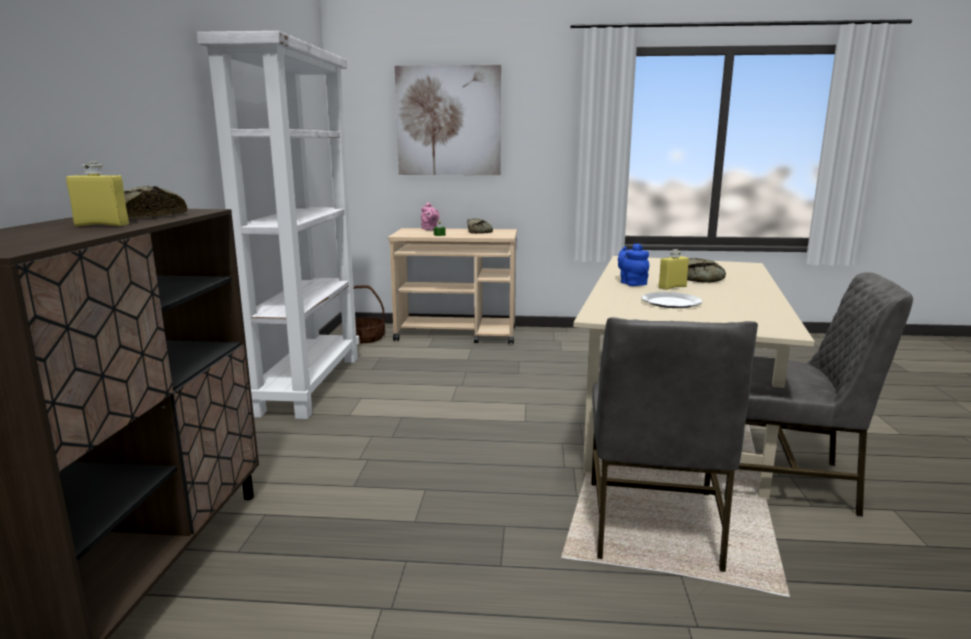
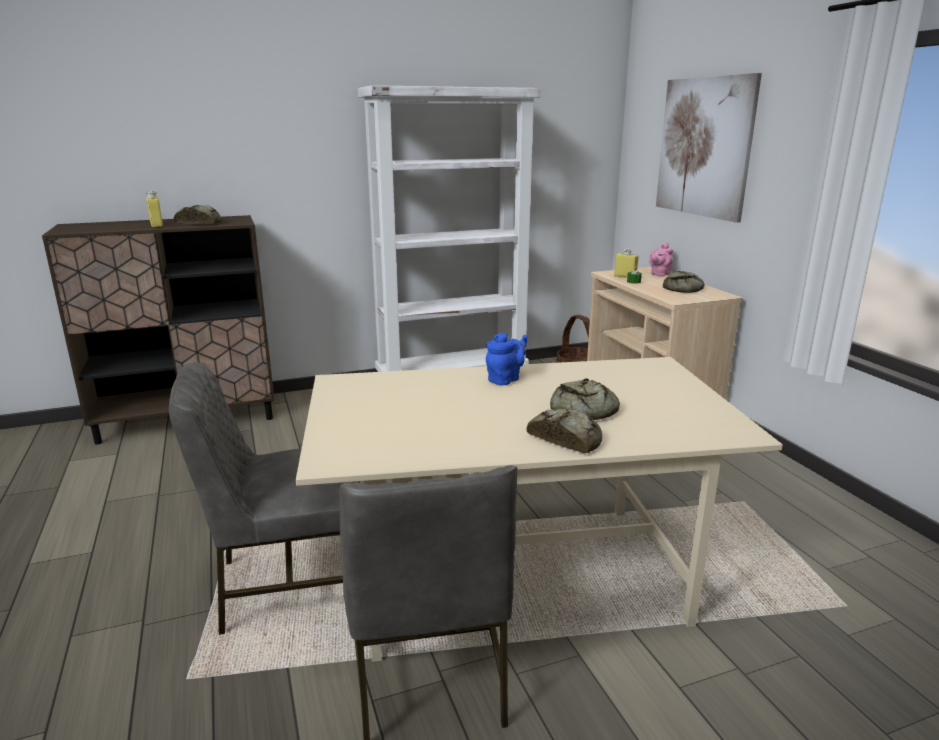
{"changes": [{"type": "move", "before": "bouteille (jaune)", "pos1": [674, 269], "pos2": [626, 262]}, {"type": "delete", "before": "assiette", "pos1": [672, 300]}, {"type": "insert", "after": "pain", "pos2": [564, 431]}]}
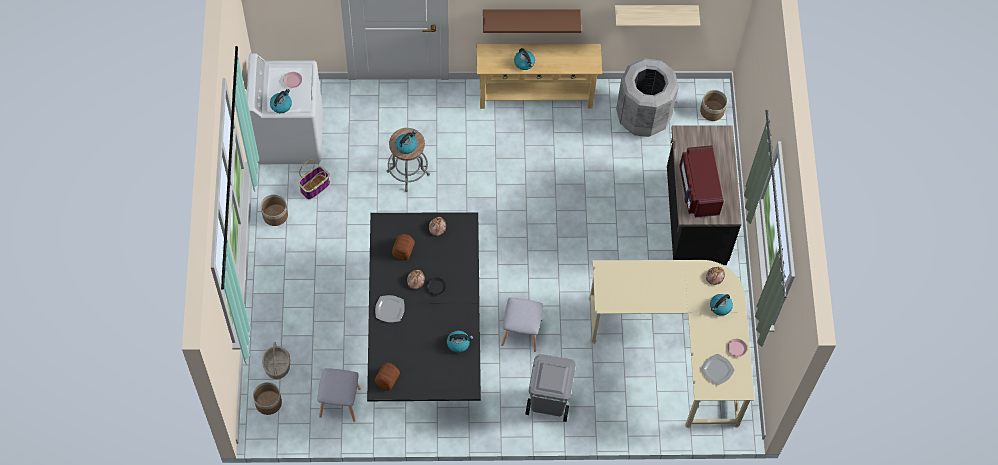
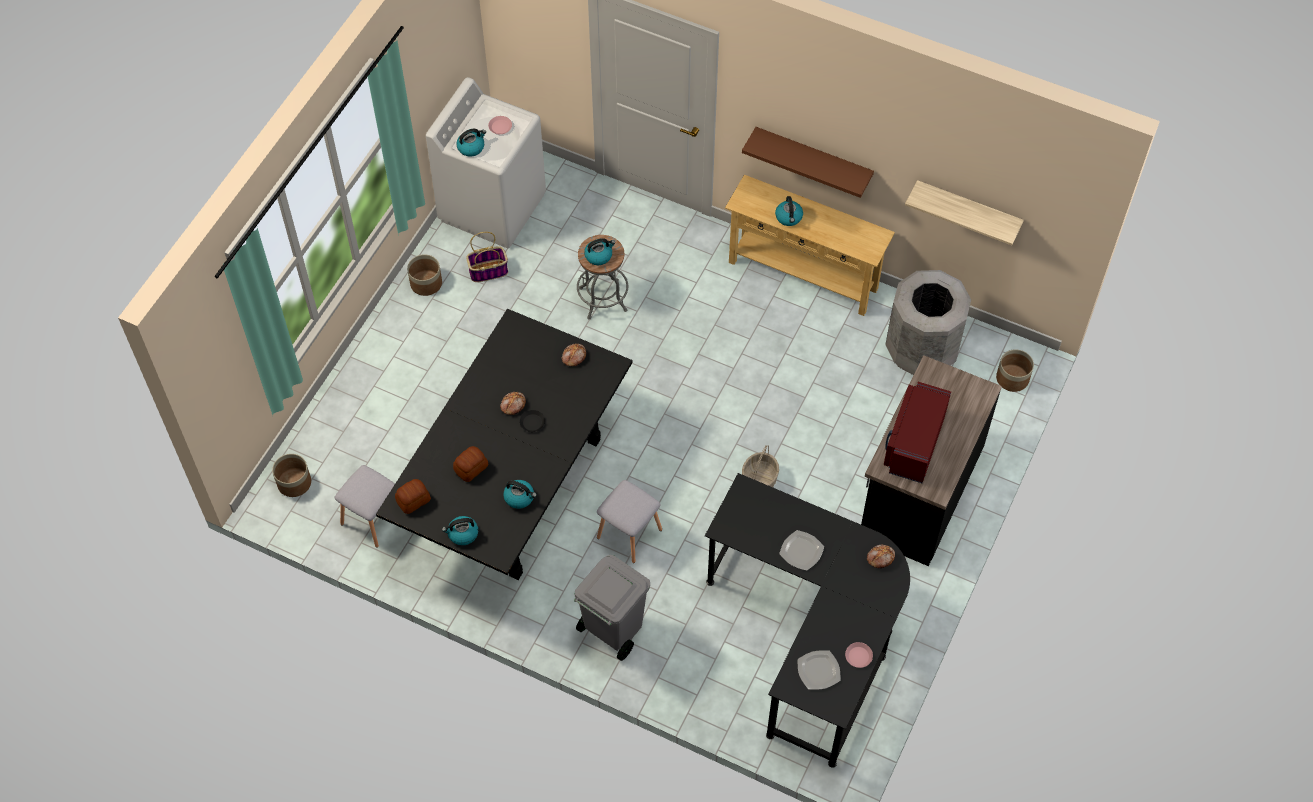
{"changes": [{"type": "move", "before": "pain", "pos1": [403, 247], "pos2": [470, 464]}, {"type": "recolor", "before": "bureau (beige)", "after": "bureau (noir)", "pos1": [671, 344], "pos2": [807, 620]}, {"type": "move", "before": "bouilloire", "pos1": [721, 305], "pos2": [460, 530]}, {"type": "move", "before": "assiette", "pos1": [390, 308], "pos2": [801, 550]}, {"type": "move", "before": "panier", "pos1": [276, 360], "pos2": [760, 466]}]}
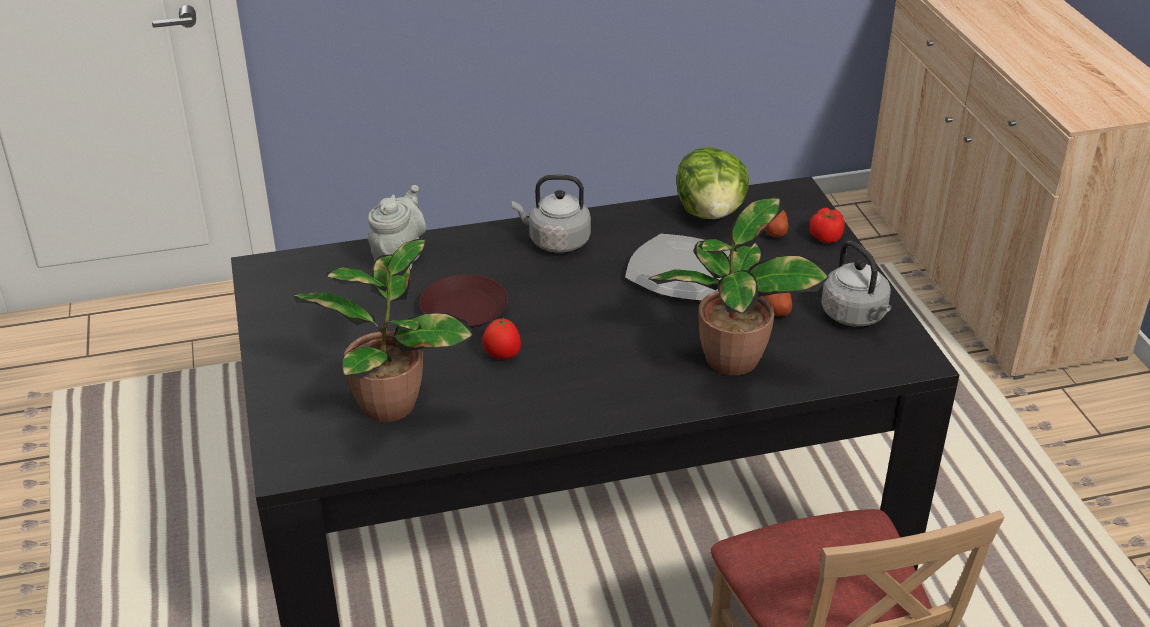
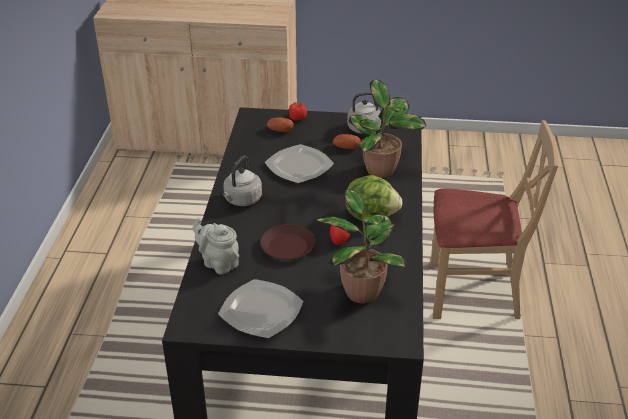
{"changes": [{"type": "move", "before": "laitue", "pos1": [713, 183], "pos2": [374, 197]}, {"type": "insert", "after": "assiette", "pos2": [260, 308]}]}
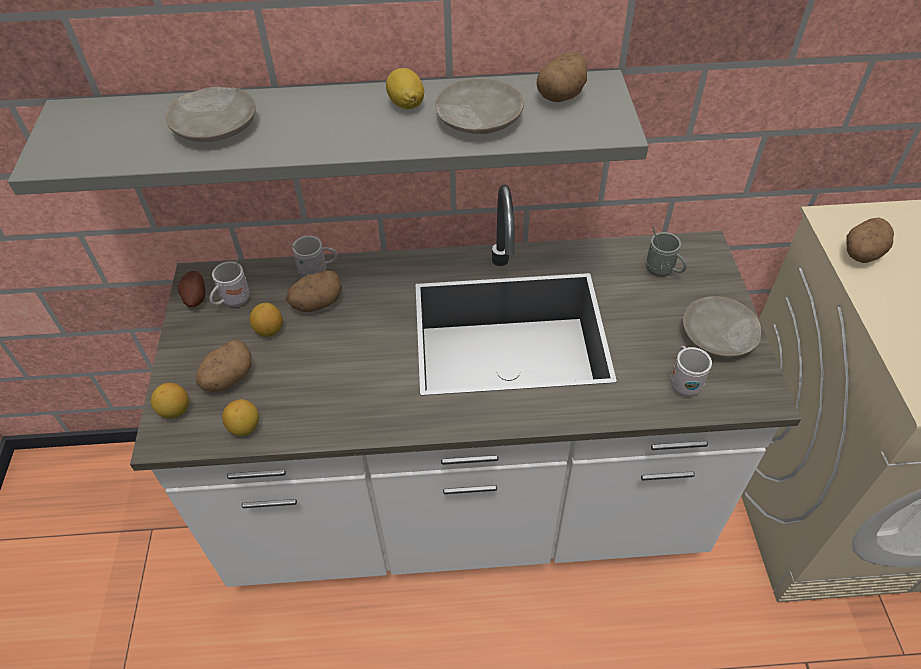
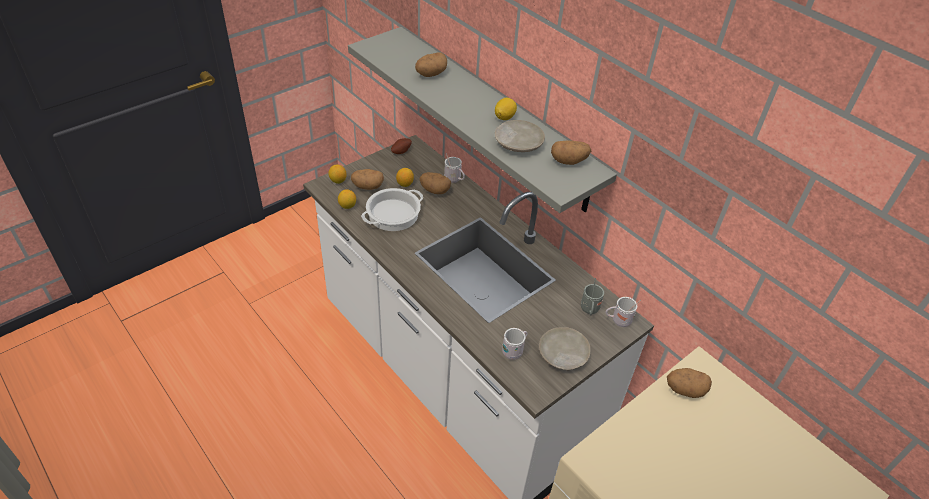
{"changes": [{"type": "replace", "before": "assiette (beige)", "after": "pomme de terre", "pos1": [210, 114], "pos2": [431, 64]}, {"type": "move", "before": "mug (blanc)", "pos1": [230, 280], "pos2": [623, 312]}, {"type": "insert", "after": "marmite", "pos2": [392, 209]}]}
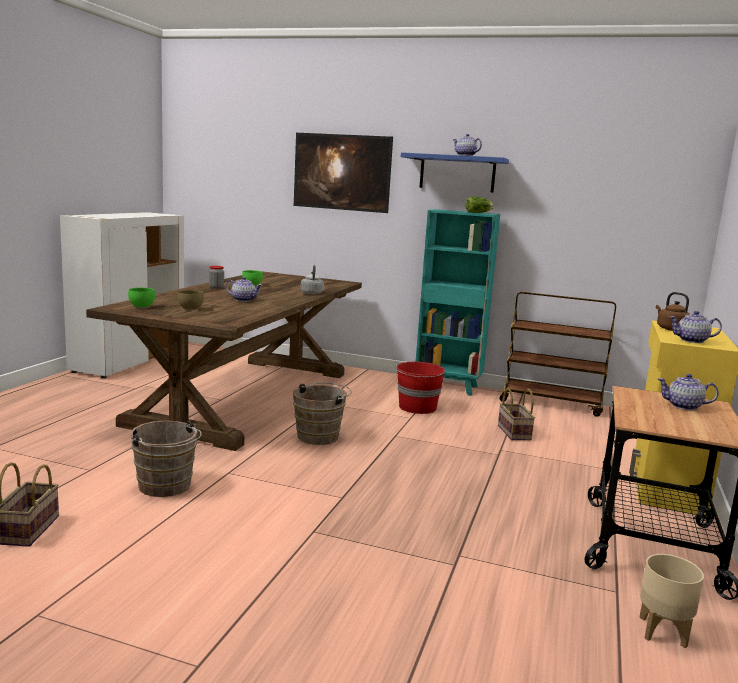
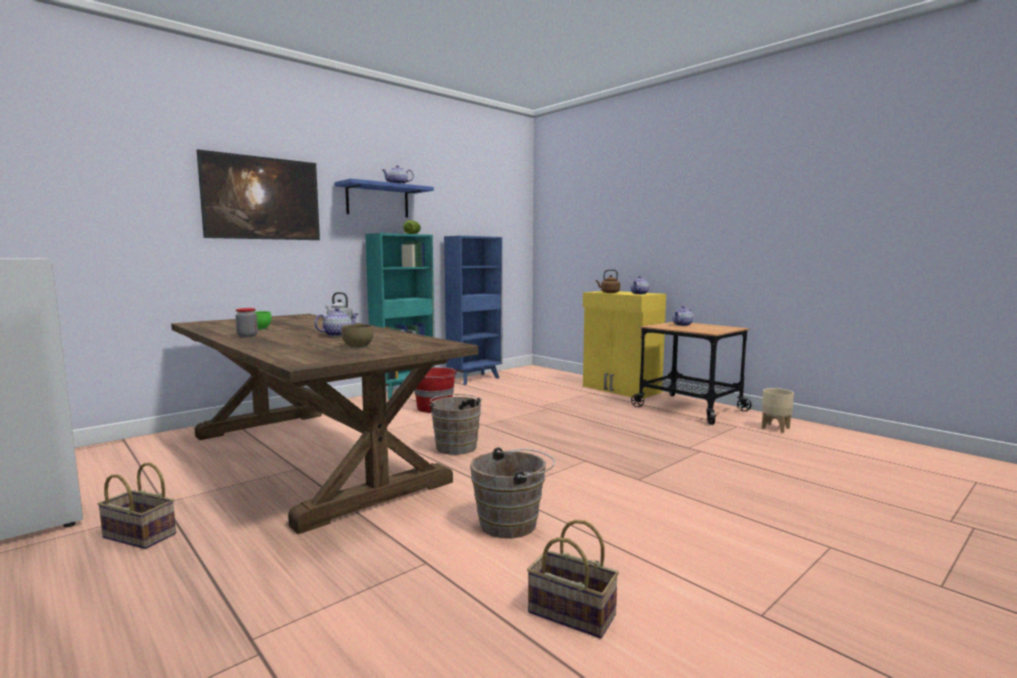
{"changes": [{"type": "delete", "before": "bol (vert)", "pos1": [141, 298]}, {"type": "replace", "before": "chariot (marron)", "after": "bibliothèque (bleu)", "pos1": [557, 354], "pos2": [473, 310]}, {"type": "move", "before": "panier", "pos1": [516, 414], "pos2": [137, 506]}]}
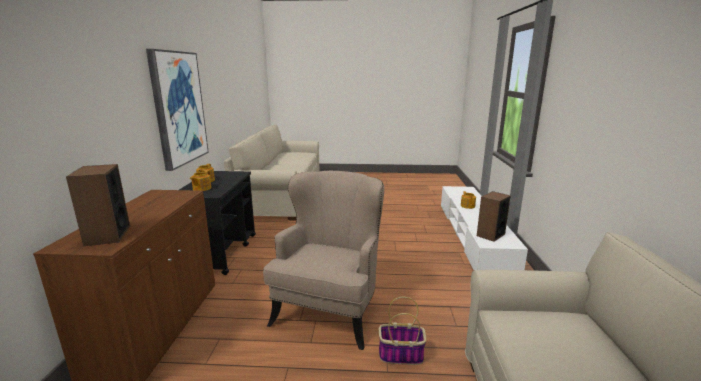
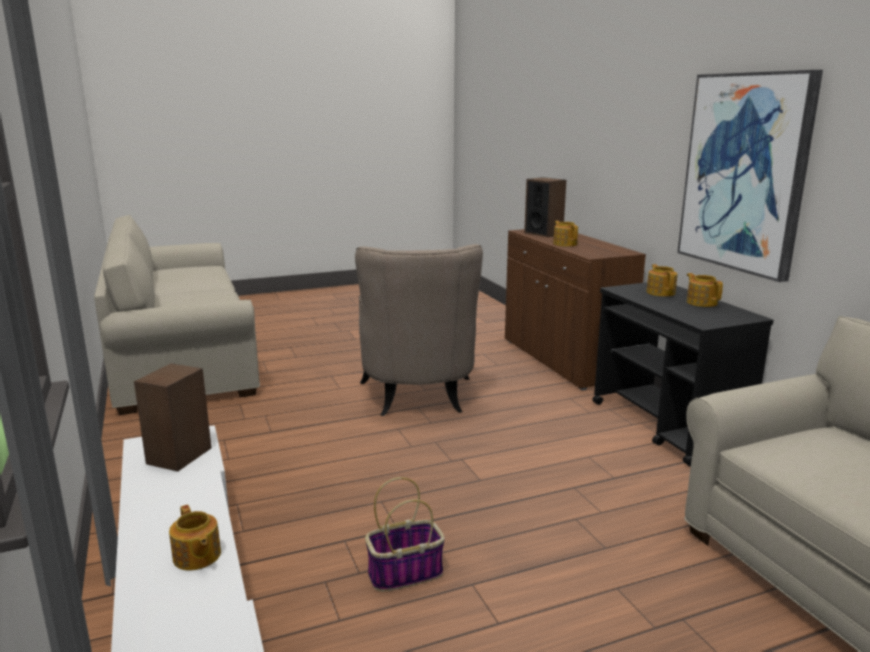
{"changes": [{"type": "move", "before": "panier", "pos1": [402, 331], "pos2": [405, 534]}, {"type": "insert", "after": "théière", "pos2": [565, 234]}]}
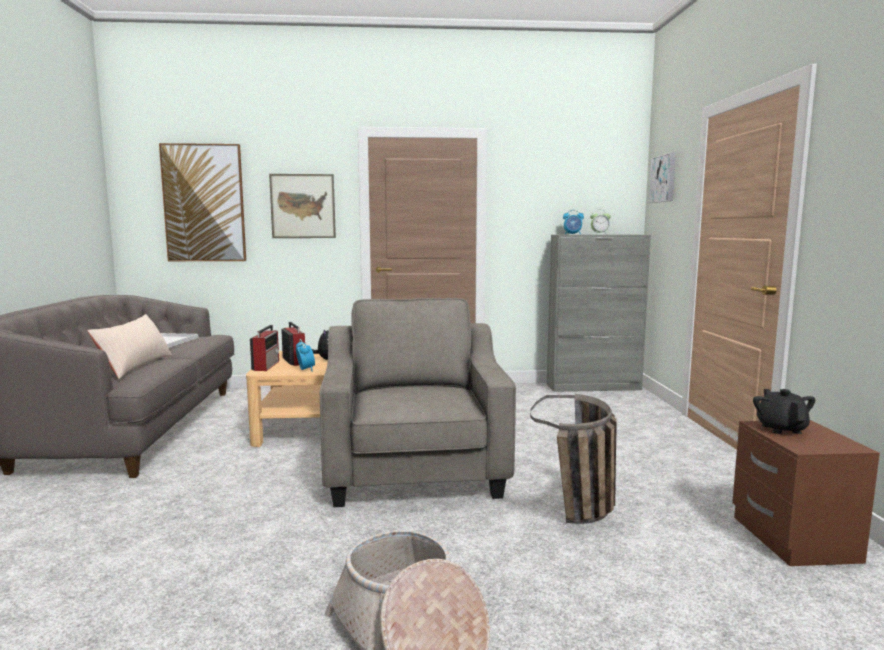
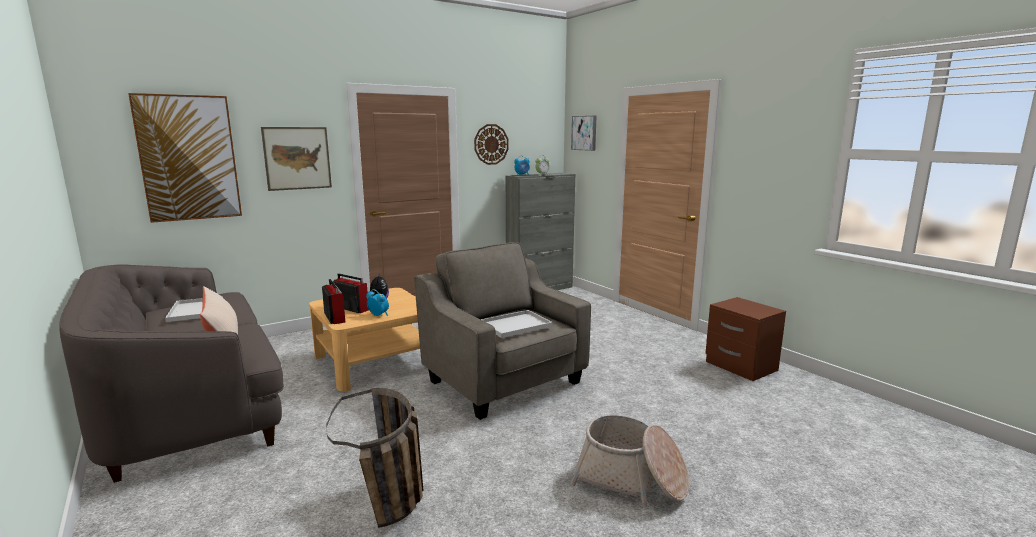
{"changes": [{"type": "delete", "before": "théière (noir)", "pos1": [784, 411]}, {"type": "move", "before": "panier", "pos1": [573, 459], "pos2": [375, 458]}, {"type": "insert", "after": "horloge murale", "pos2": [491, 144]}, {"type": "insert", "after": "plateau (blanc)", "pos2": [516, 324]}]}
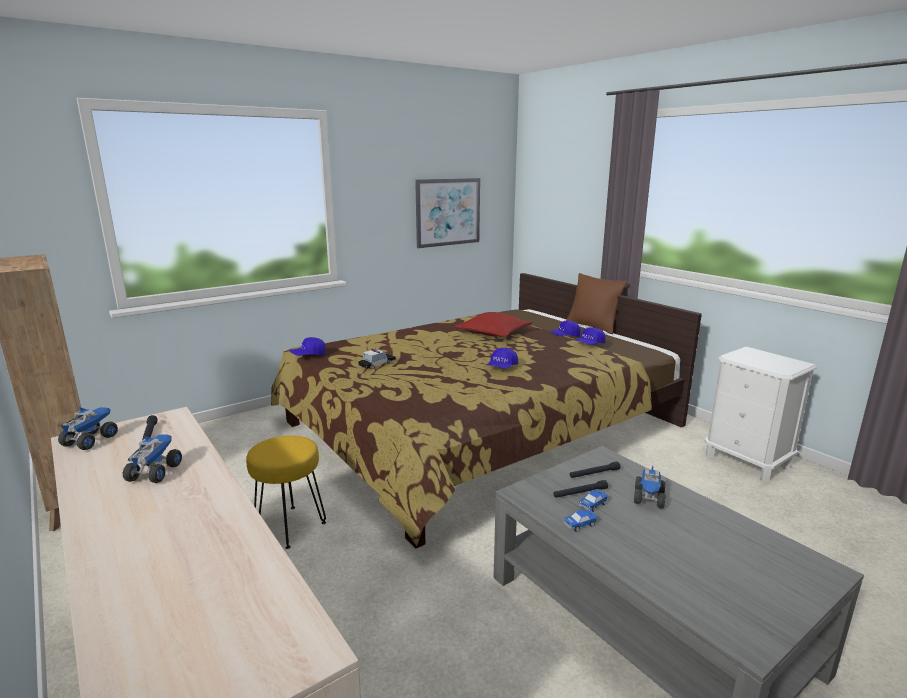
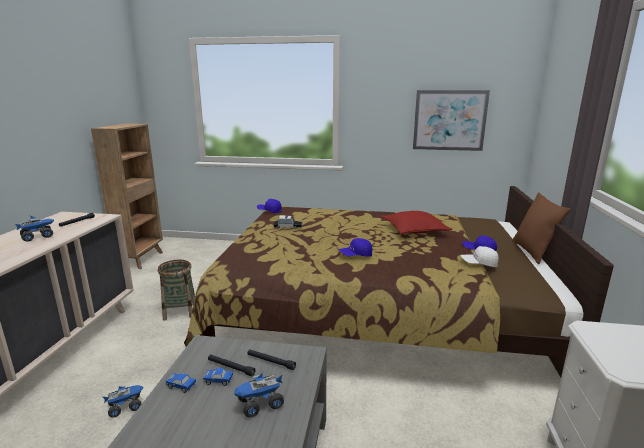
{"changes": [{"type": "recolor", "before": "casquette (bleu)", "after": "casquette (blanc)", "pos1": [590, 336], "pos2": [480, 256]}, {"type": "move", "before": "camion jouet", "pos1": [88, 428], "pos2": [123, 401]}, {"type": "replace", "before": "tabouret (jaune)", "after": "panier", "pos1": [286, 492], "pos2": [176, 290]}]}
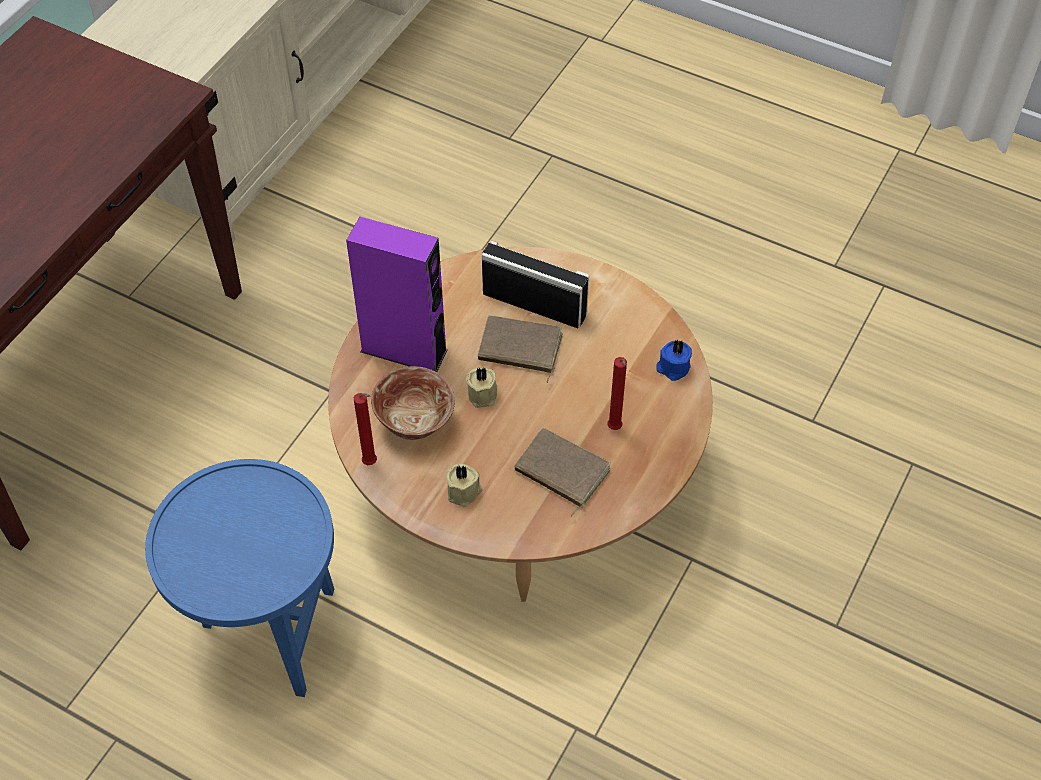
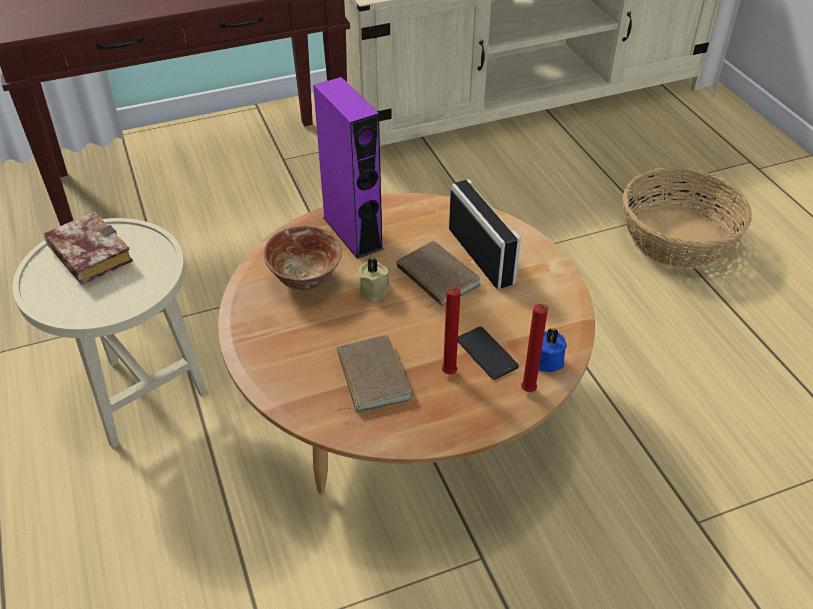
{"changes": [{"type": "move", "before": "bougie (rouge)", "pos1": [365, 429], "pos2": [535, 348]}, {"type": "recolor", "before": "table d'appoint (bleu)", "after": "table d'appoint (beige)", "pos1": [239, 578], "pos2": [110, 333]}, {"type": "delete", "before": "bougie (beige)", "pos1": [464, 485]}, {"type": "insert", "after": "panier", "pos2": [687, 218]}, {"type": "insert", "after": "livre", "pos2": [88, 248]}, {"type": "insert", "after": "téléphone", "pos2": [488, 353]}]}
